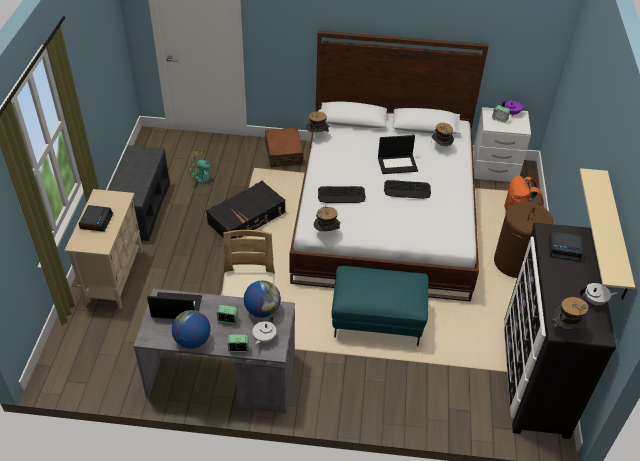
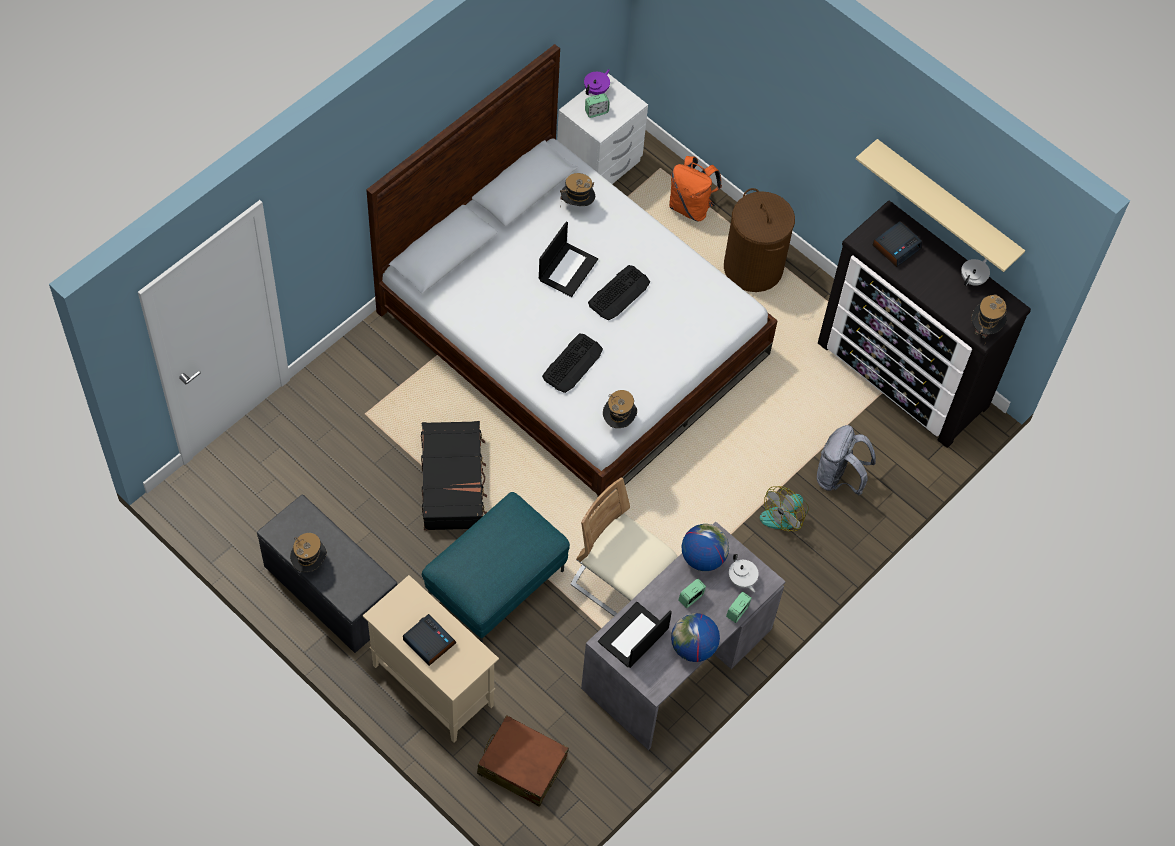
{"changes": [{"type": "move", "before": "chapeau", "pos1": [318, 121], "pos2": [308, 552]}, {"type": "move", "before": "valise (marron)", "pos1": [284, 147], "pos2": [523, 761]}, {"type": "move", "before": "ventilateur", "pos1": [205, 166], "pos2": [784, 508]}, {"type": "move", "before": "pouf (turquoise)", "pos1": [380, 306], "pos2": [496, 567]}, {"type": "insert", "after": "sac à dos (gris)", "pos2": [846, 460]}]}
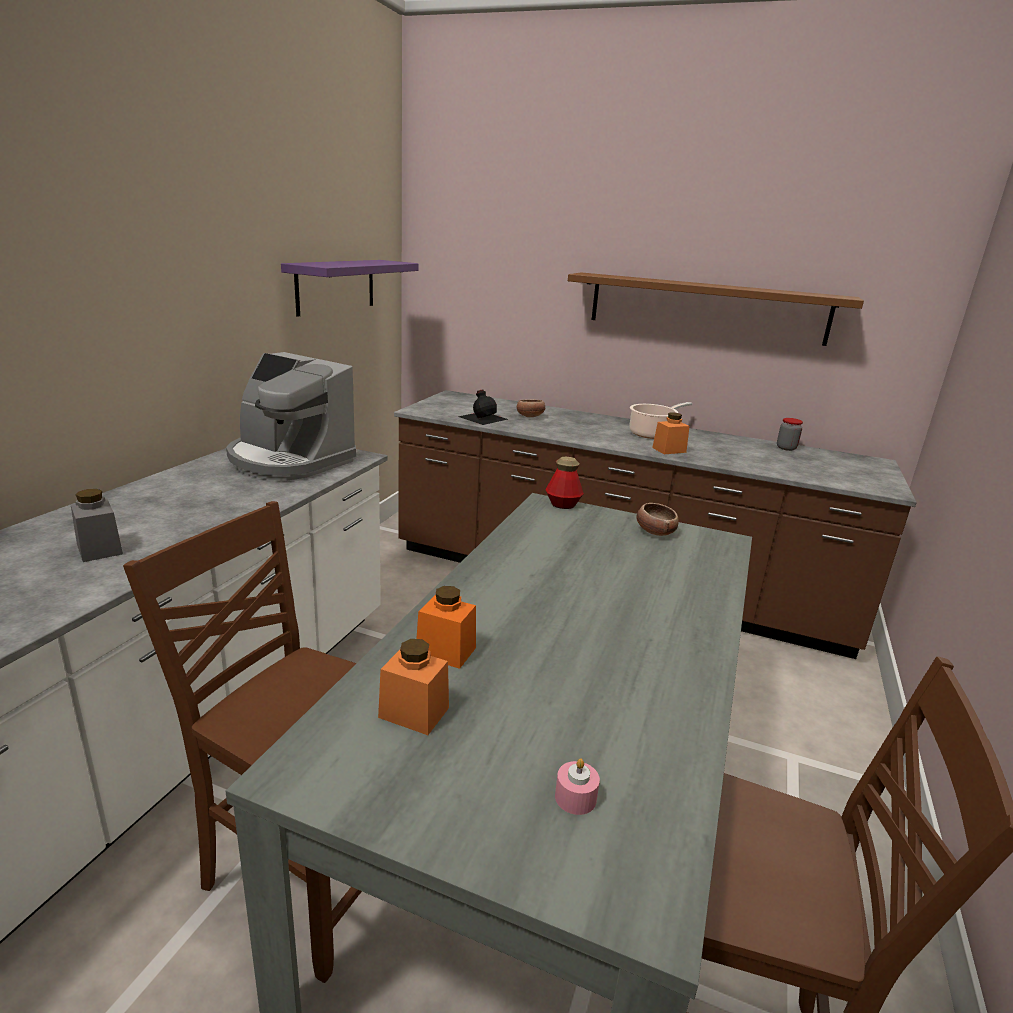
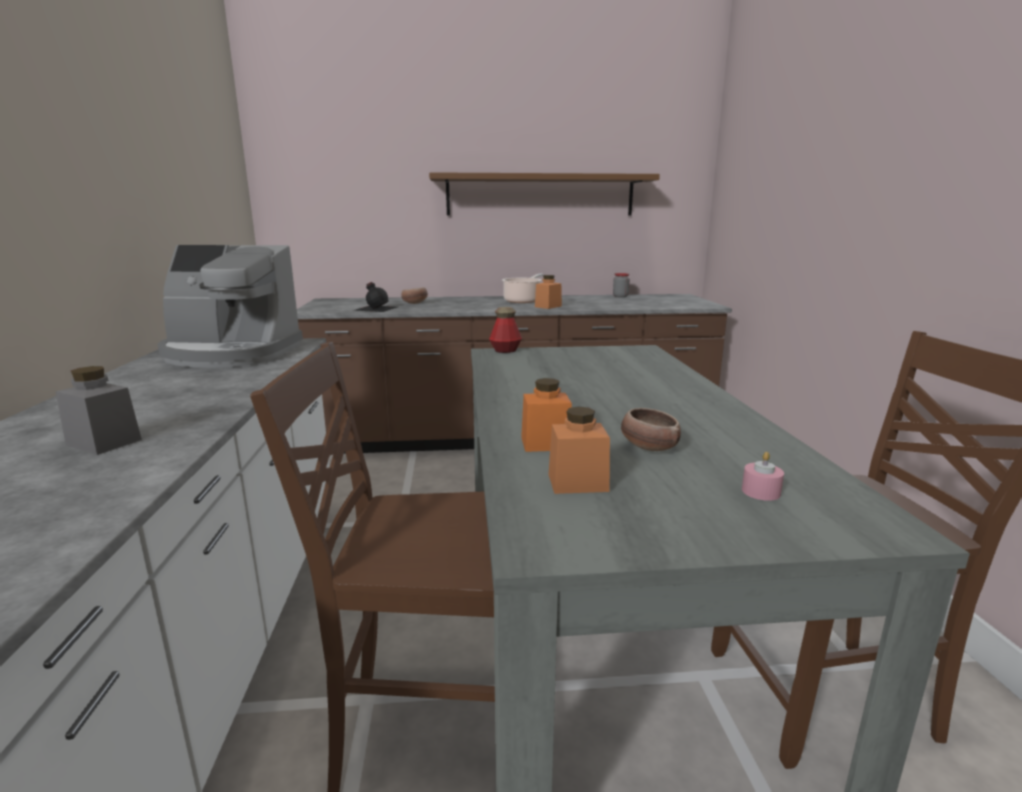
{"changes": [{"type": "delete", "before": "étagère (violet)", "pos1": [350, 288]}, {"type": "move", "before": "bol", "pos1": [657, 519], "pos2": [651, 429]}]}
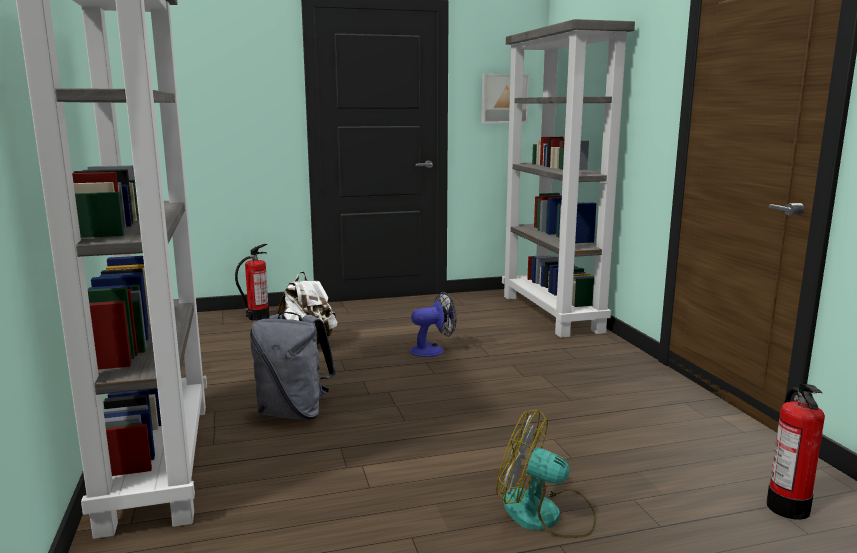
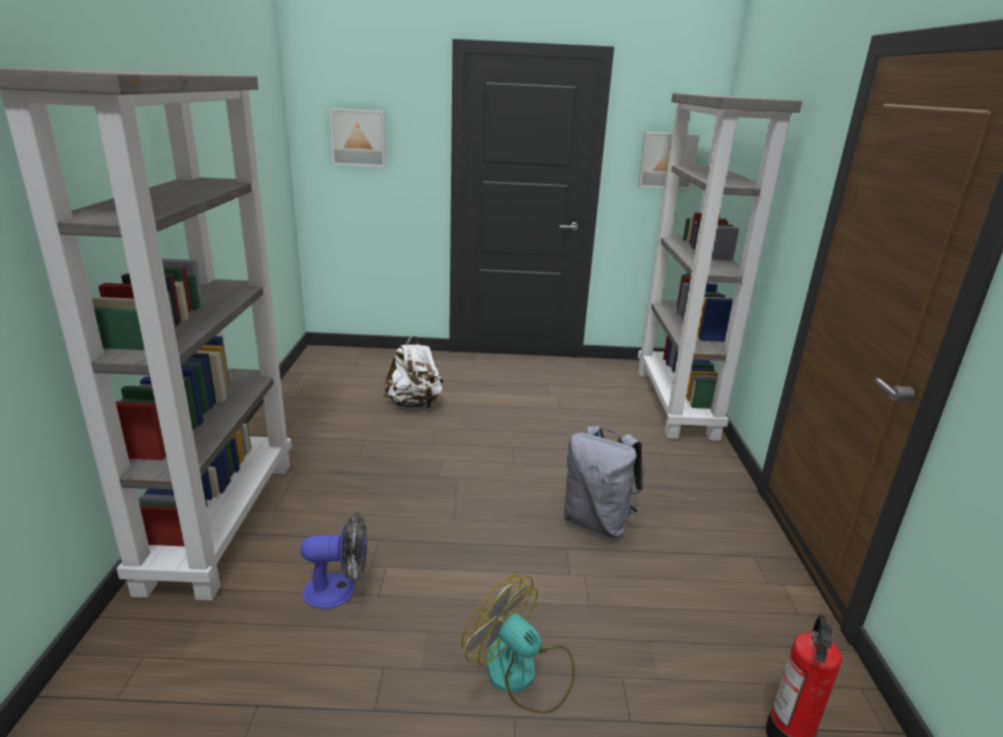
{"changes": [{"type": "delete", "before": "extincteur", "pos1": [252, 282]}, {"type": "move", "before": "ventilateur", "pos1": [433, 324], "pos2": [333, 561]}, {"type": "move", "before": "sac à dos (gris)", "pos1": [293, 366], "pos2": [603, 482]}, {"type": "insert", "after": "tableau", "pos2": [357, 137]}]}
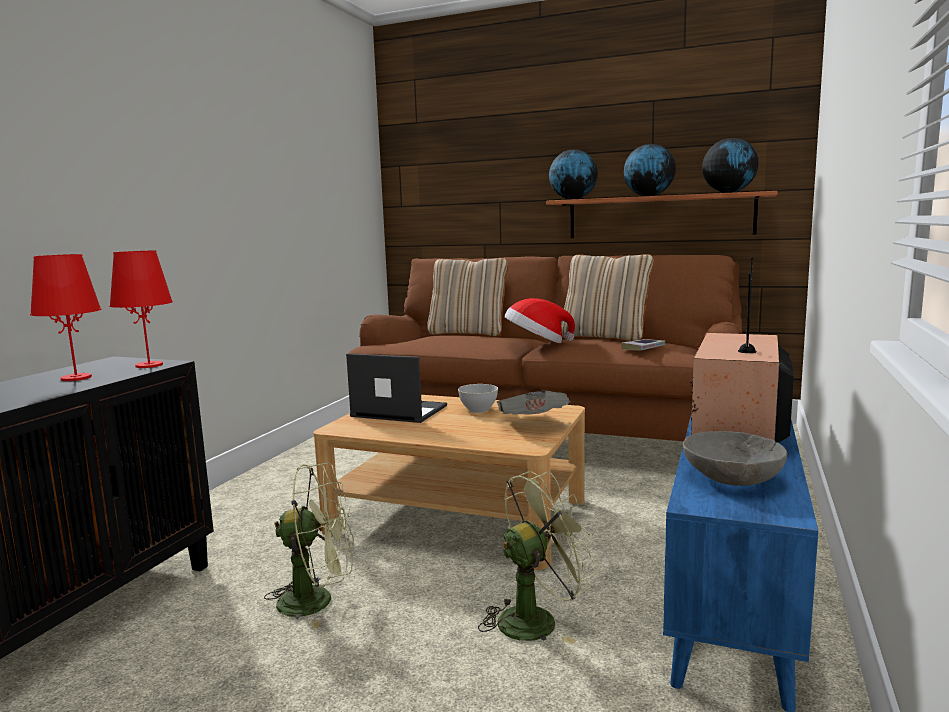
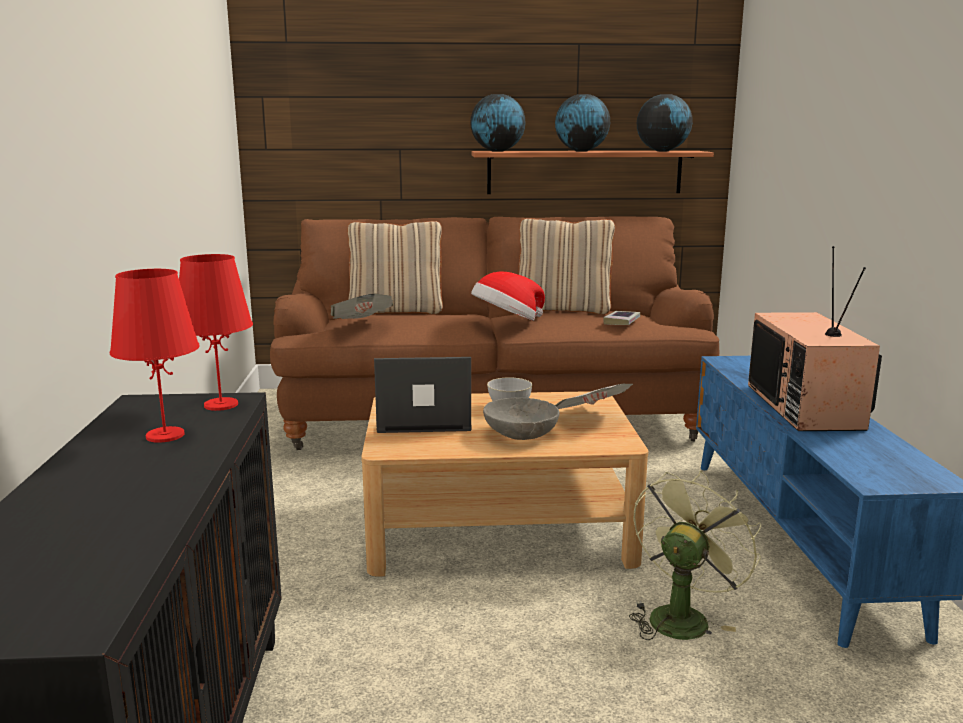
{"changes": [{"type": "move", "before": "bol (gris)", "pos1": [735, 458], "pos2": [521, 418]}, {"type": "delete", "before": "ventilateur (vert)", "pos1": [309, 546]}, {"type": "insert", "after": "journal", "pos2": [362, 306]}]}
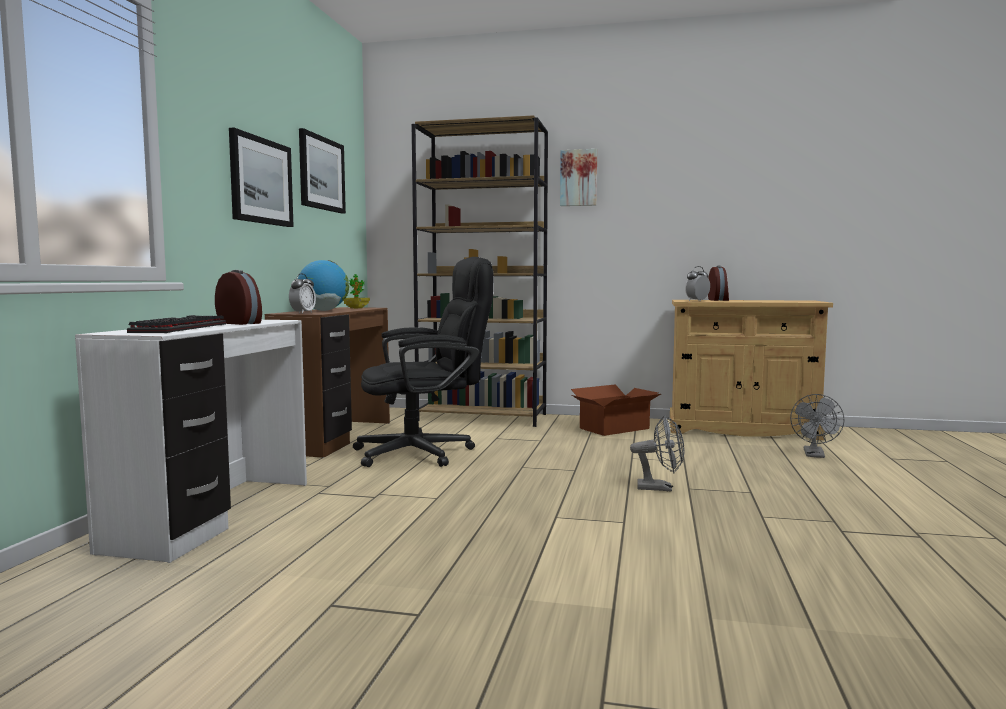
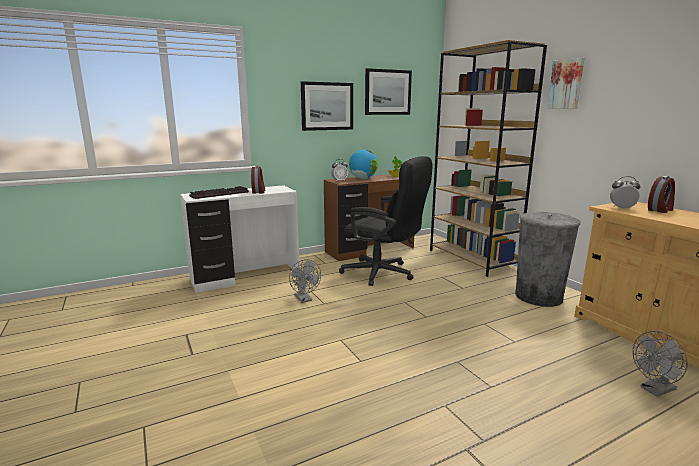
{"changes": [{"type": "replace", "before": "carton", "after": "poubelle (gris)", "pos1": [616, 410], "pos2": [548, 259]}, {"type": "move", "before": "ventilateur (gris)", "pos1": [657, 453], "pos2": [305, 281]}]}
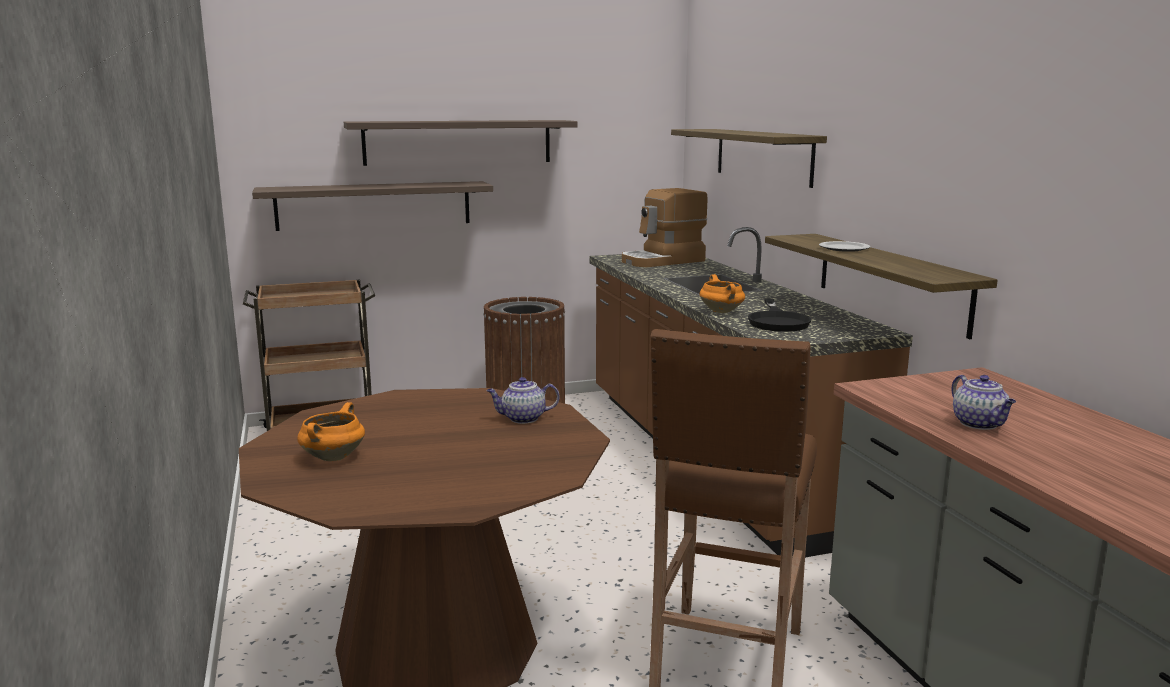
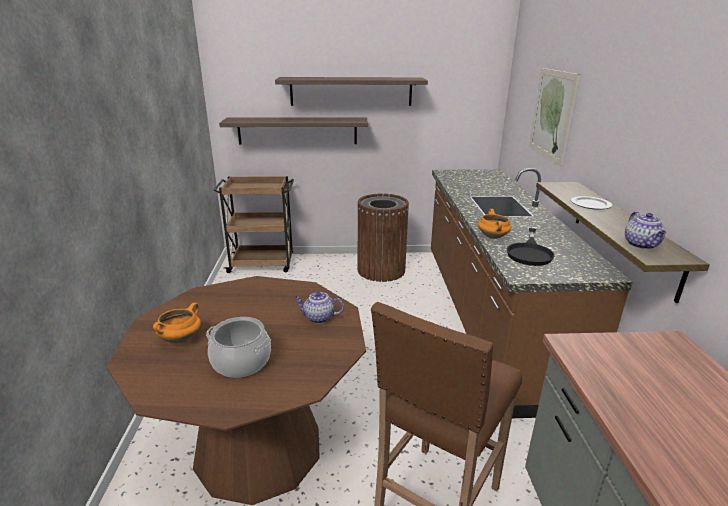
{"changes": [{"type": "replace", "before": "étagère", "after": "tableau", "pos1": [749, 158], "pos2": [554, 117]}, {"type": "delete", "before": "machine à café", "pos1": [665, 227]}, {"type": "move", "before": "théière", "pos1": [984, 402], "pos2": [645, 230]}, {"type": "insert", "after": "marmite", "pos2": [238, 347]}]}
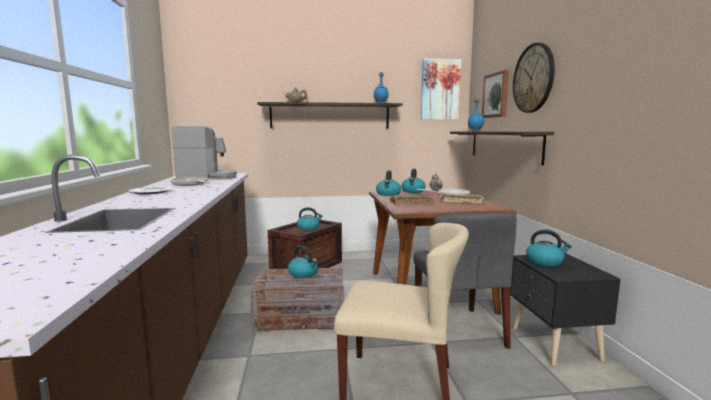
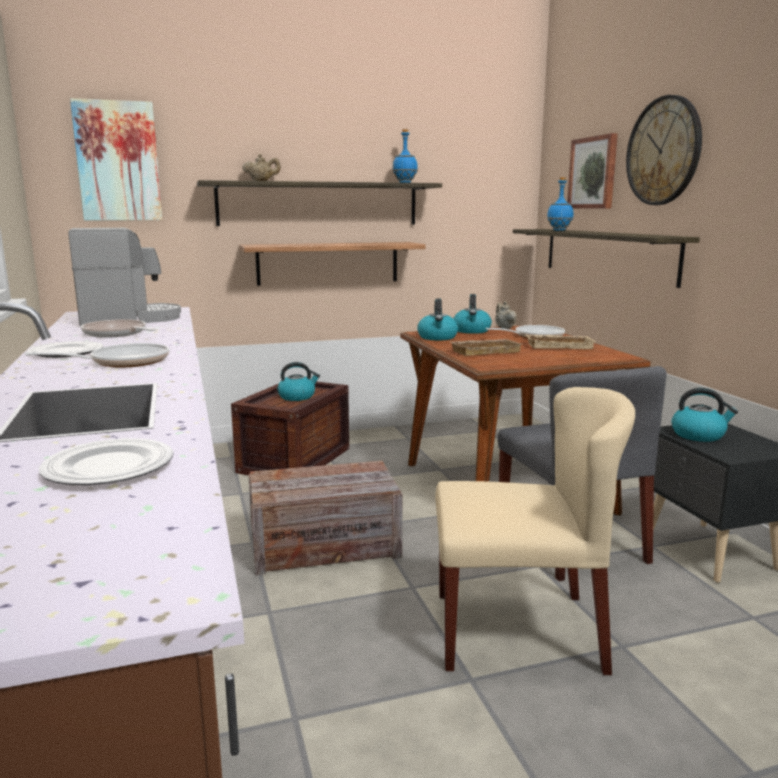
{"changes": [{"type": "move", "before": "tableau", "pos1": [441, 89], "pos2": [116, 159]}, {"type": "delete", "before": "bouilloire", "pos1": [303, 262]}, {"type": "insert", "after": "étagère", "pos2": [332, 264]}, {"type": "insert", "after": "poêle", "pos2": [97, 355]}, {"type": "insert", "after": "assiette", "pos2": [106, 461]}]}
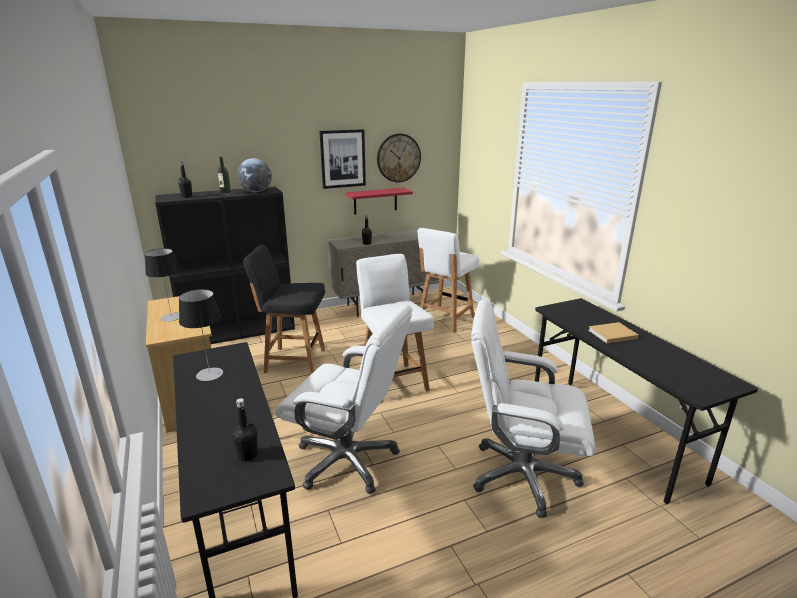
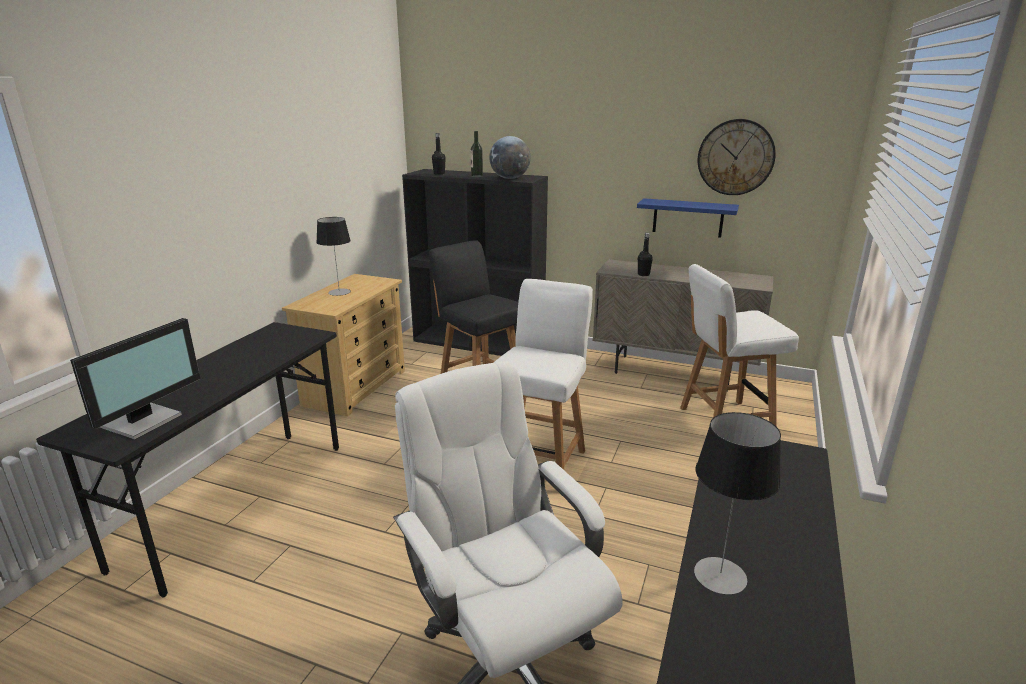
{"changes": [{"type": "delete", "before": "tableau", "pos1": [342, 159]}, {"type": "recolor", "before": "étagère (rouge)", "after": "étagère (bleu)", "pos1": [379, 201], "pos2": [688, 218]}, {"type": "move", "before": "lampe de table", "pos1": [201, 335], "pos2": [737, 503]}, {"type": "delete", "before": "chaise de bureau (blanc)", "pos1": [343, 399]}, {"type": "delete", "before": "livre (beige)", "pos1": [613, 332]}, {"type": "replace", "before": "bouteille (noir)", "after": "écran d'ordinateur", "pos1": [245, 430], "pos2": [135, 379]}]}
